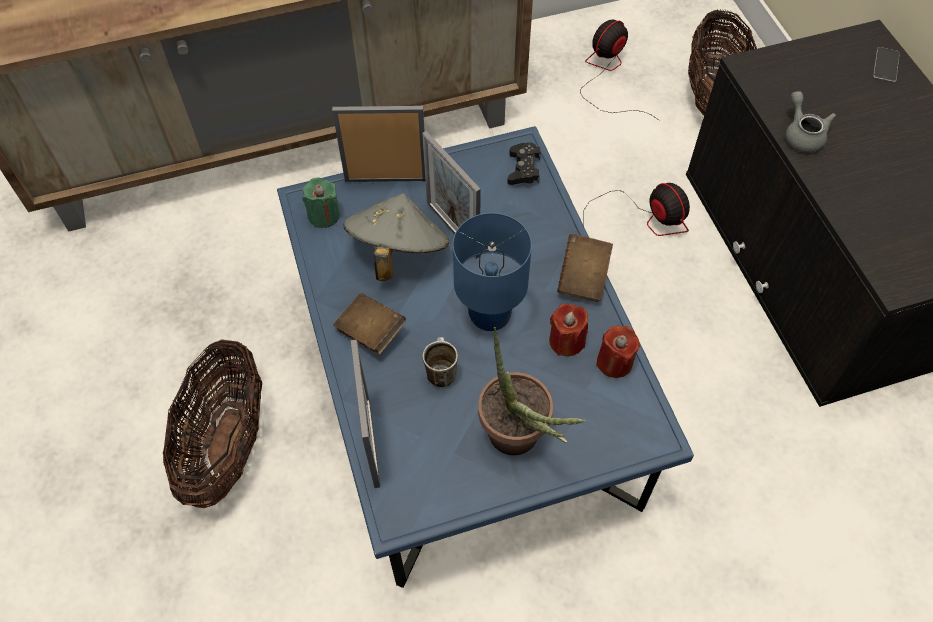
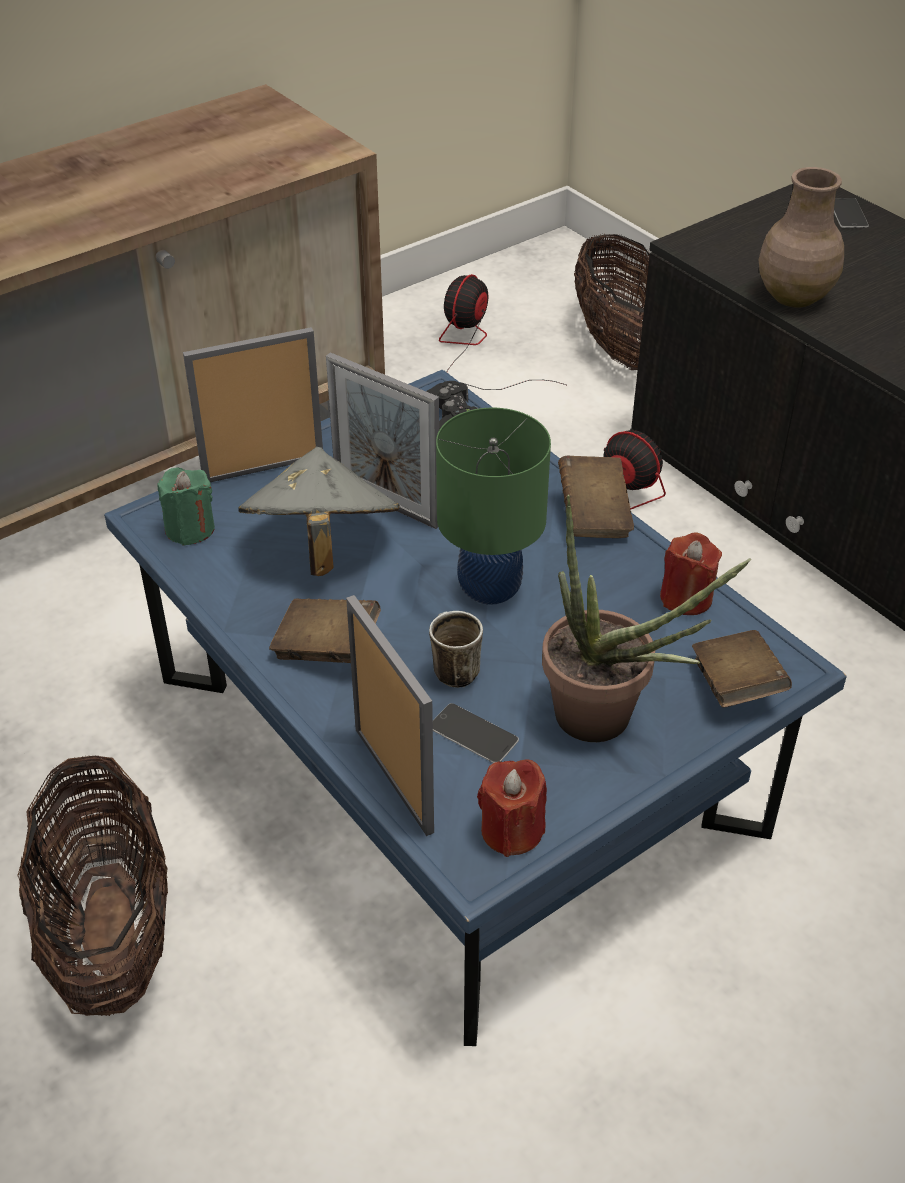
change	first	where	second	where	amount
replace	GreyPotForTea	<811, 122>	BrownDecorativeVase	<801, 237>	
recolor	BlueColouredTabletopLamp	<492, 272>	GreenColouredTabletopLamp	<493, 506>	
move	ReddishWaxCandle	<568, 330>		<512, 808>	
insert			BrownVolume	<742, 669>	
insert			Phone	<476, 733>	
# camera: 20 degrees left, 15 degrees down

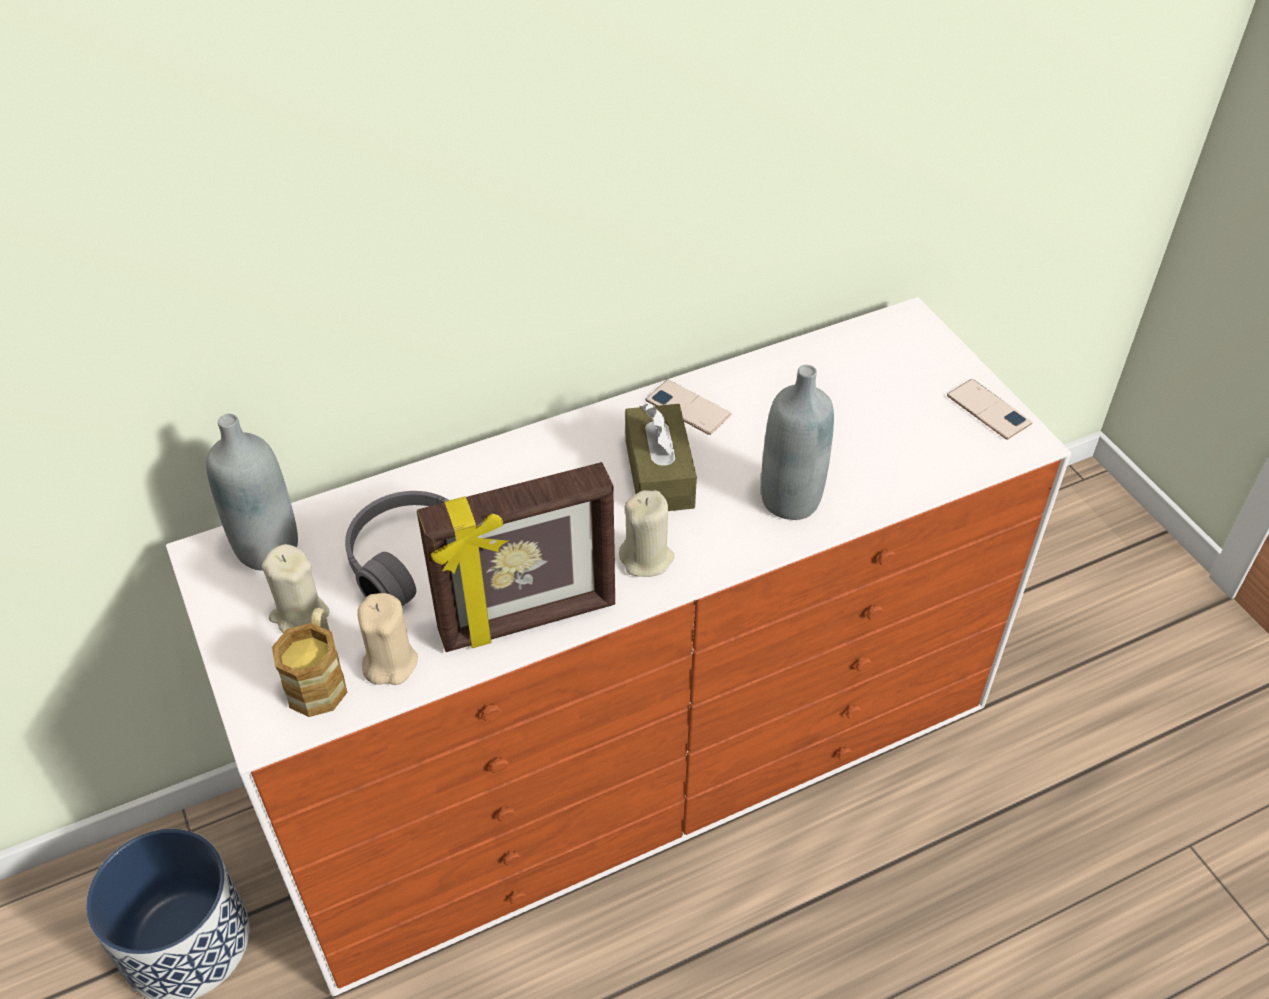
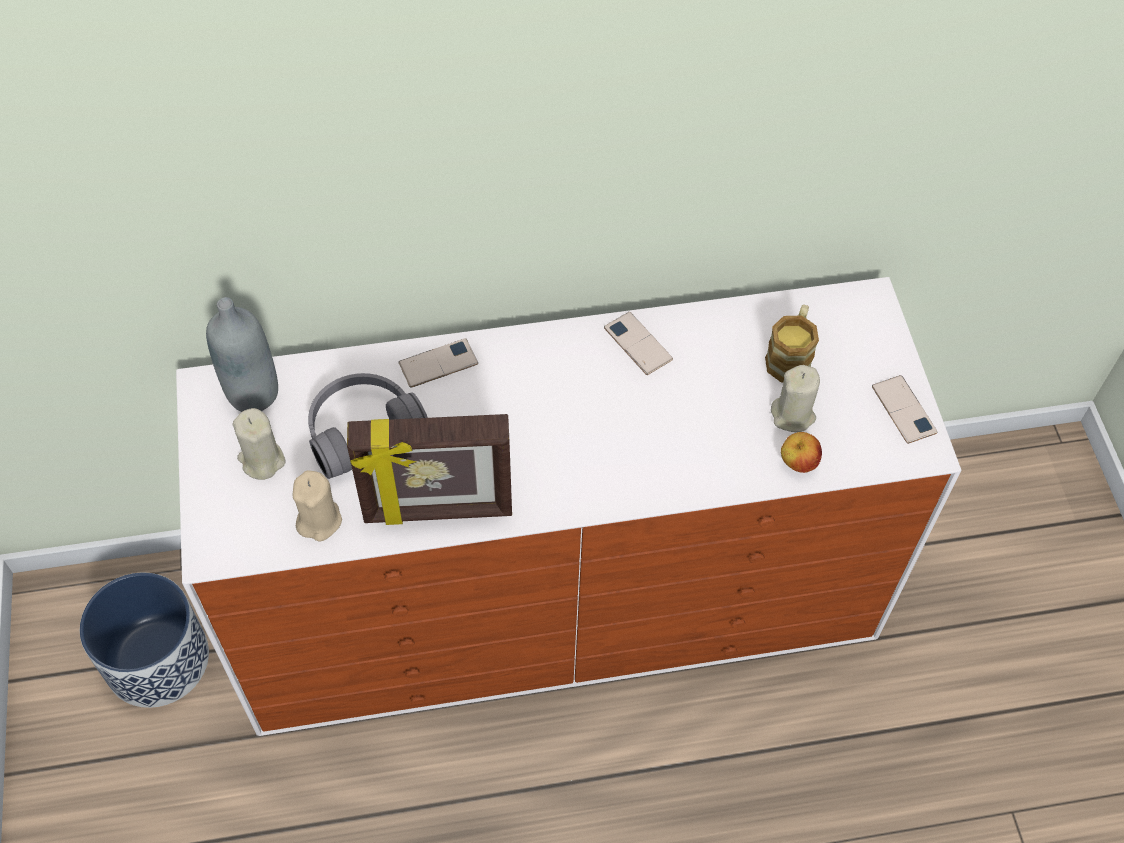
change	first	where	second	where	amount
delete	GreyDrinkBottle	<797, 442>			
delete	BrownTissueHolder	<661, 457>			
move	BeigeColouredWaxCandle	<647, 533>		<795, 398>	
move	CoffeeMug	<309, 662>		<792, 344>	
insert			Phone	<438, 362>	
insert			Apple	<801, 452>	
# camera: 15 degrees right, 10 degrees up

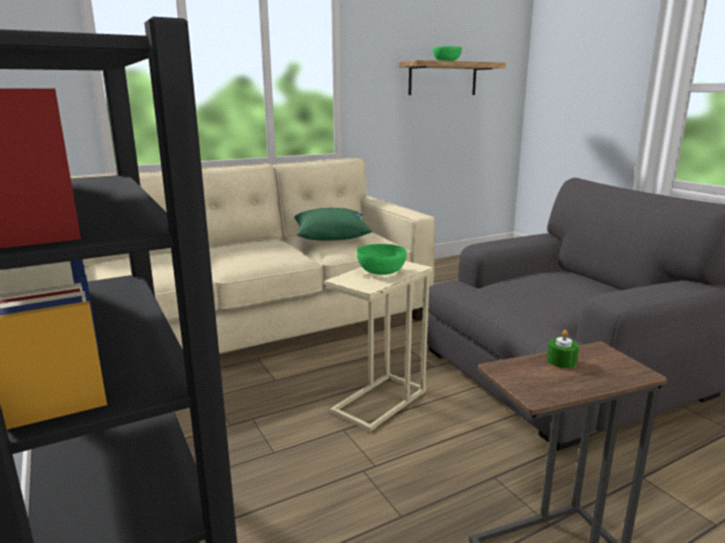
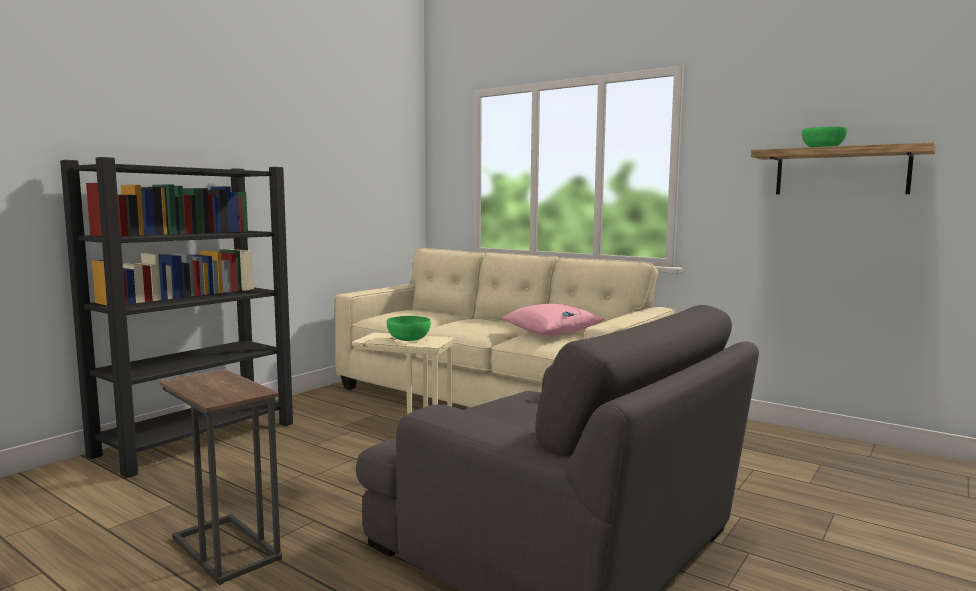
change	first	where	second	where	amount
recolor	GreenColouredThrowPillow	<333, 224>	PinkColouredThrowPillow	<553, 319>	
delete	GreenColouredWaxCandle	<563, 349>			
# camera: 65 degrees right, 10 degrees down

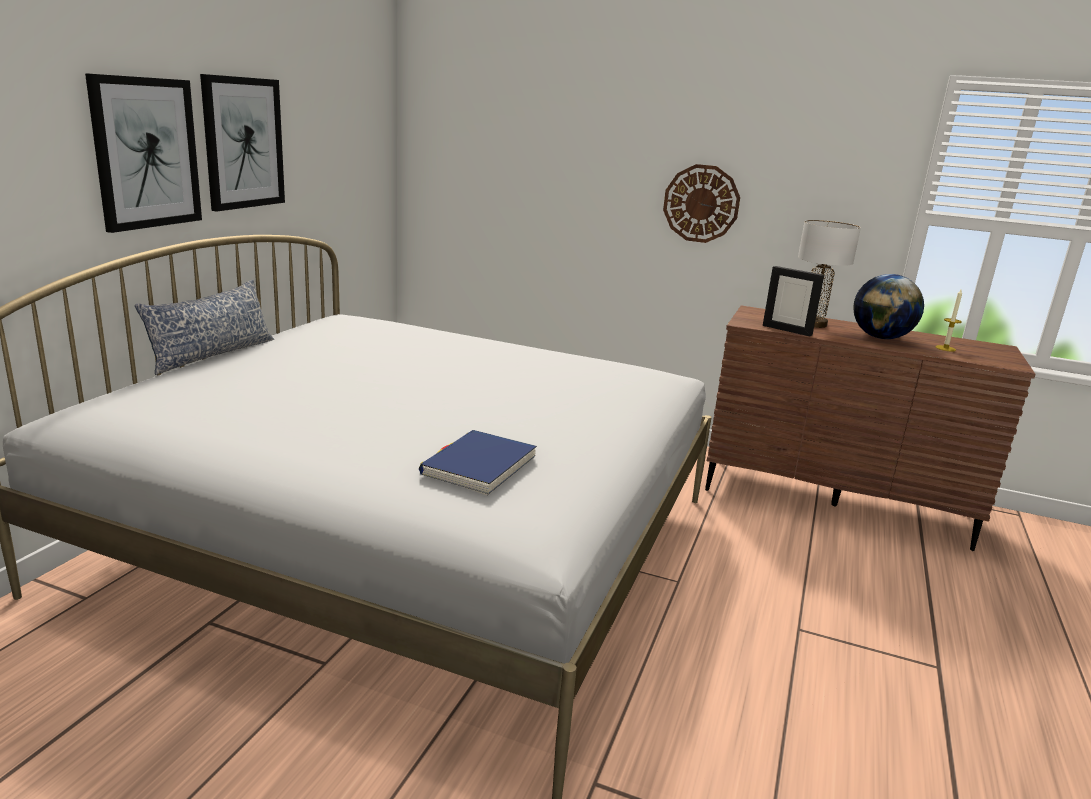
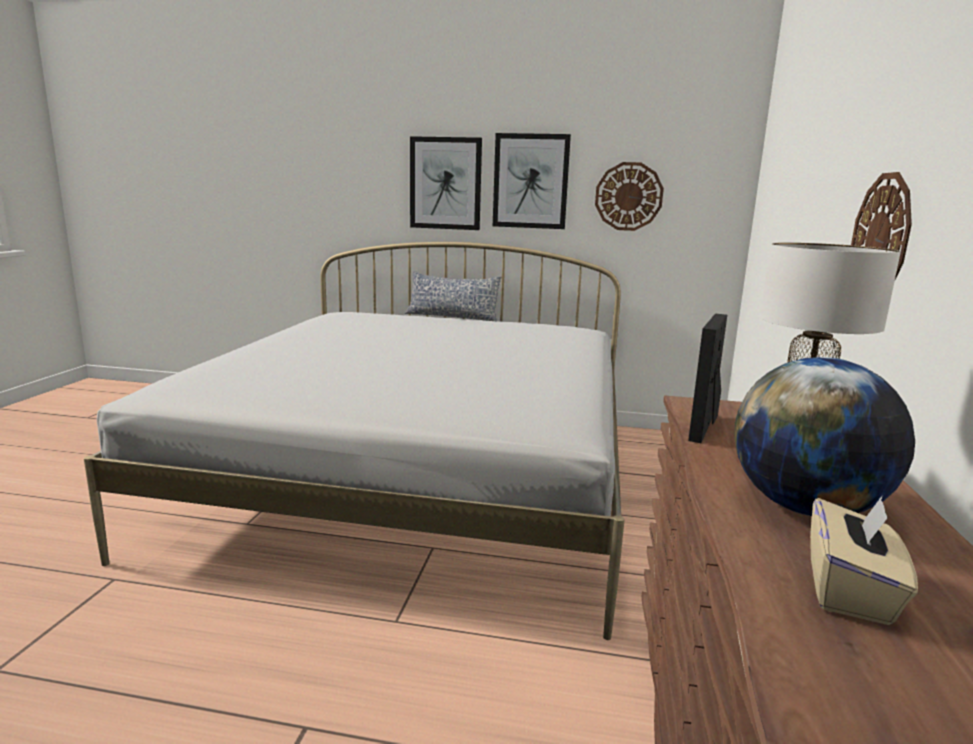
change	first	where	second	where	amount
replace	WaxCandle	<948, 320>	BeigeColouredTissueHolder	<864, 560>	
delete	BlueColouredVolume	<478, 463>			
insert			ClockOnTheWall	<629, 196>	
# camera: 80 degrees right, 5 degrees down

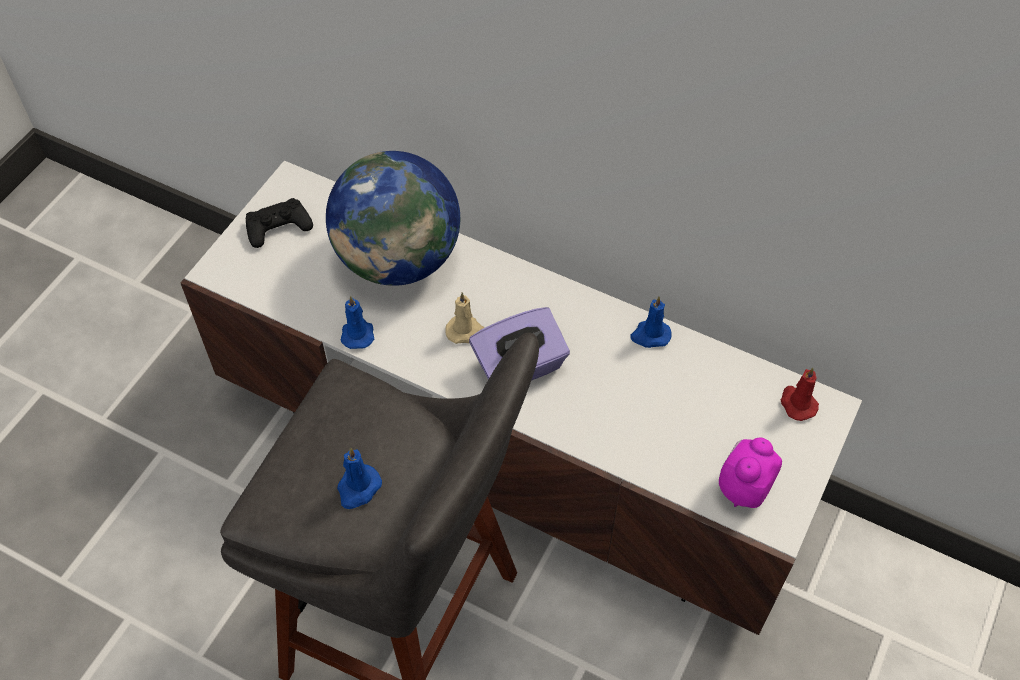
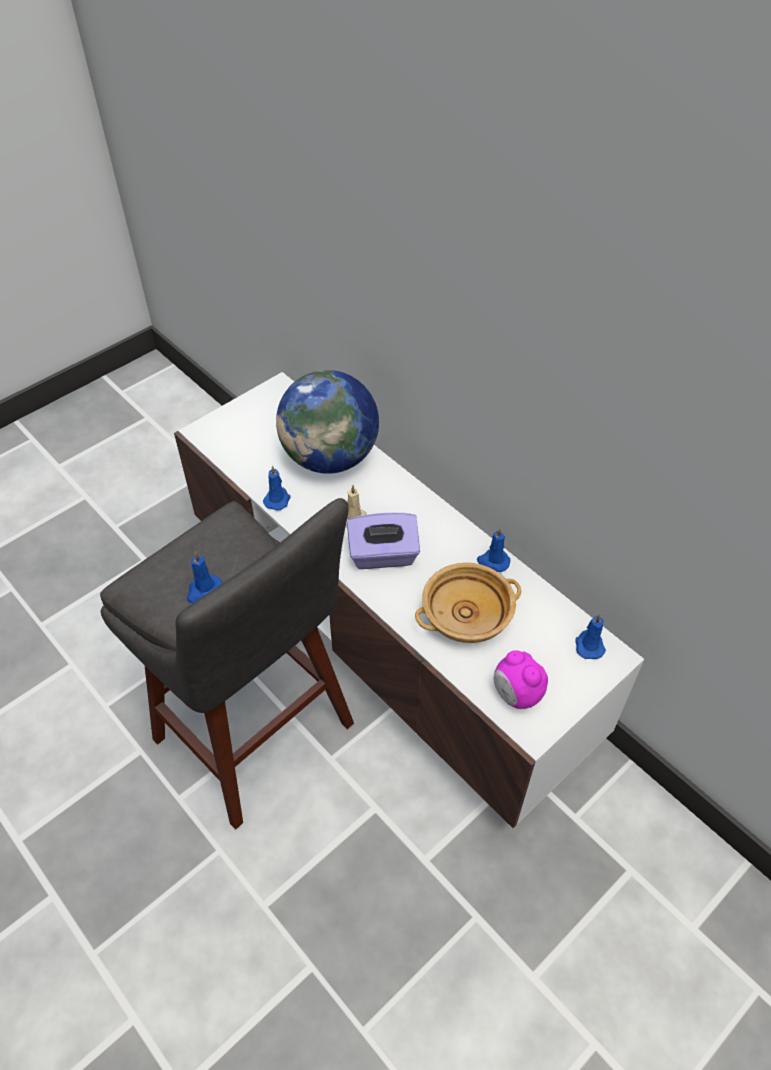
change	first	where	second	where	amount
delete	BlackishJoypad	<279, 223>			
recolor	ReddishWaxCandle	<800, 394>	BlueColouredWaxCandle	<590, 636>	
rotate	BedsideClock	<750, 473>		<521, 679>	90 degrees counterclockwise
insert			BeigeColouredServingBowl	<468, 603>	
# camera: 20 degrees right, 5 degrees down

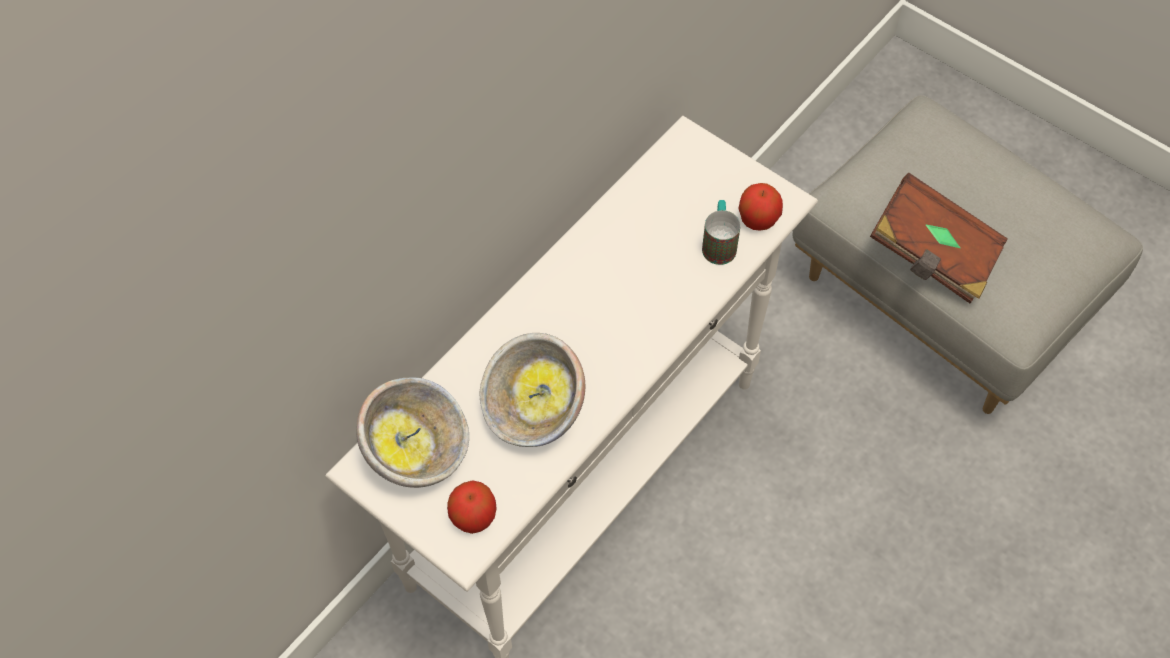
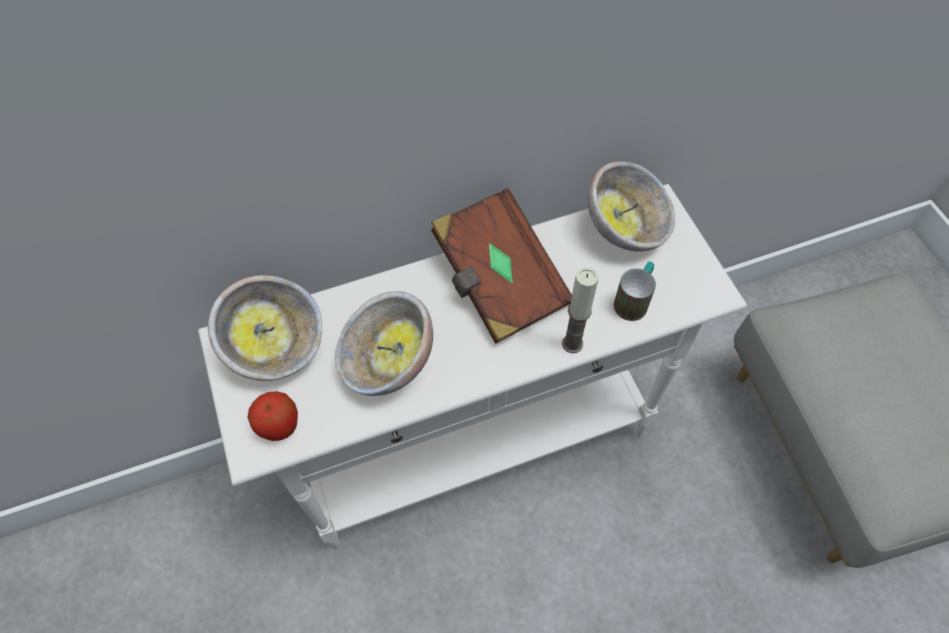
change	first	where	second	where	amount
move	BrownVolume	<939, 238>		<501, 266>	
delete	Apple	<760, 207>			
insert			ServingBowl	<631, 206>	
insert			WaxCandle	<580, 310>	
# camera: 30 degrees right, 0 degrees up

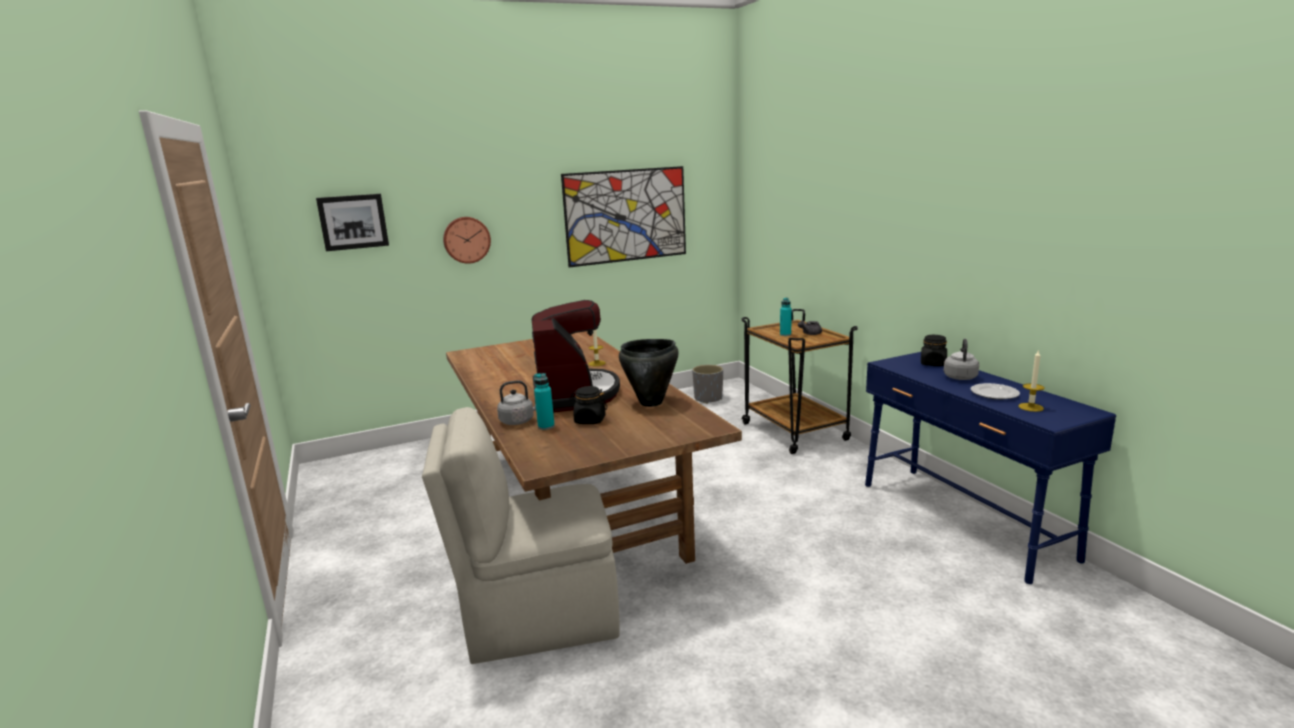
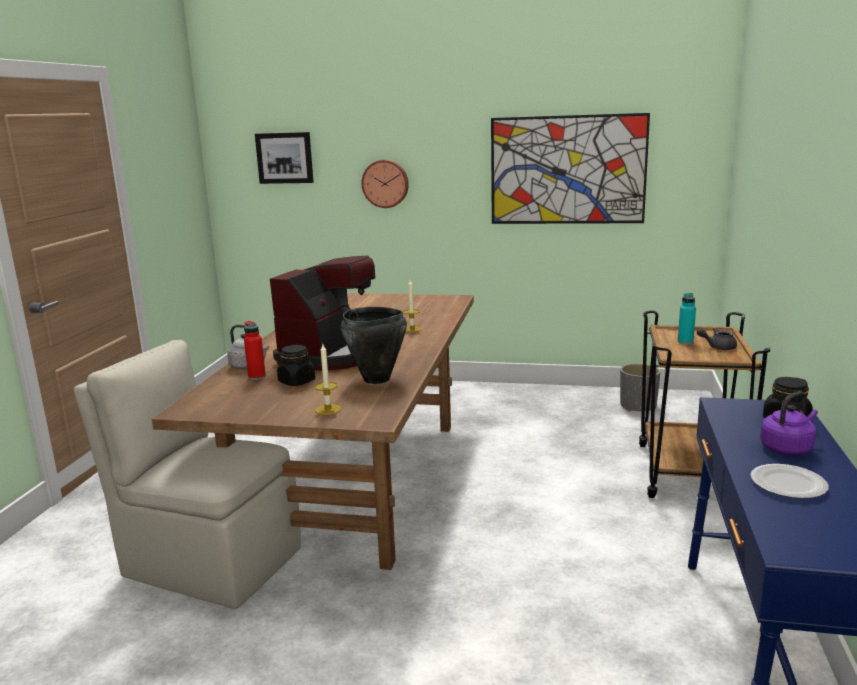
change	first	where	second	where	amount
recolor	GreyTeaKettle	<961, 359>	PurpleTeaKettle	<789, 423>	
move	WaxCandle	<1031, 380>		<328, 379>	
recolor	TurquoiseColouredDrinkBottle	<544, 401>	ReddishDrinkBottle	<255, 350>	
# camera: 35 degrees right, 0 degrees up

